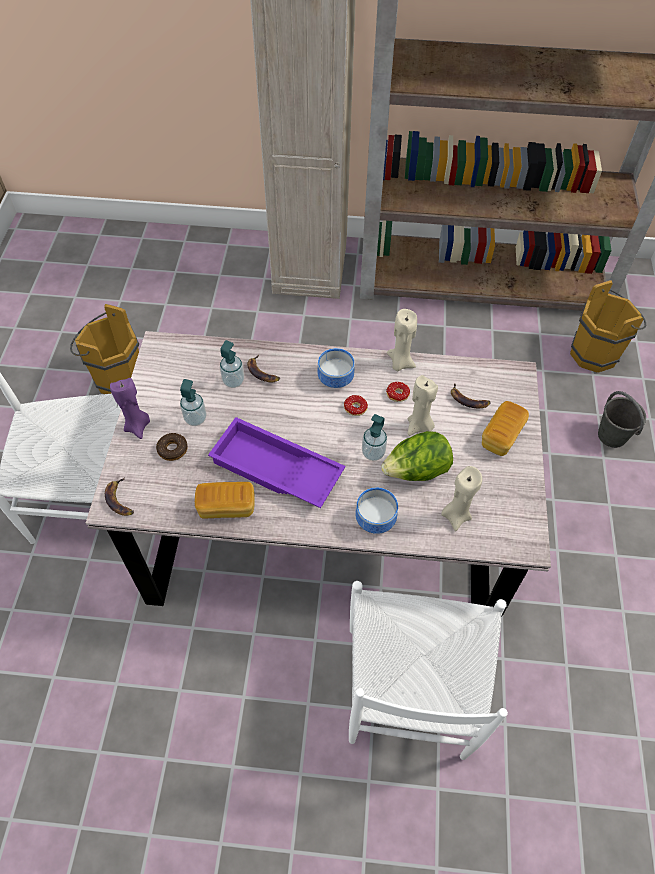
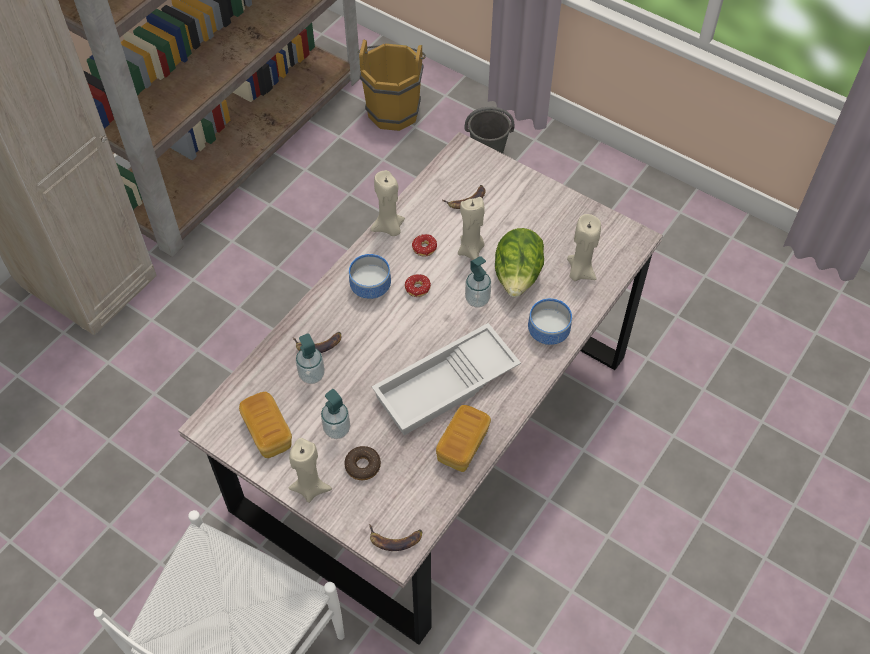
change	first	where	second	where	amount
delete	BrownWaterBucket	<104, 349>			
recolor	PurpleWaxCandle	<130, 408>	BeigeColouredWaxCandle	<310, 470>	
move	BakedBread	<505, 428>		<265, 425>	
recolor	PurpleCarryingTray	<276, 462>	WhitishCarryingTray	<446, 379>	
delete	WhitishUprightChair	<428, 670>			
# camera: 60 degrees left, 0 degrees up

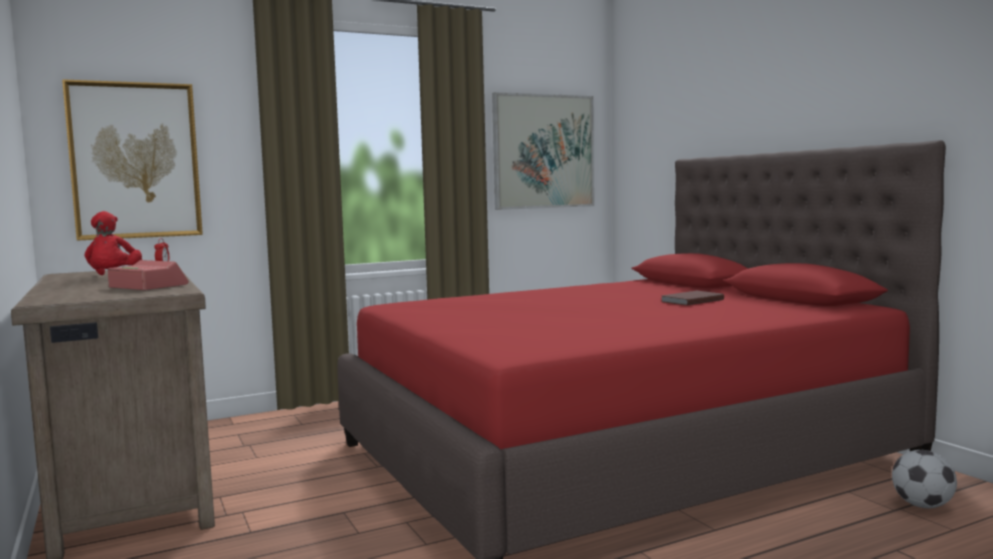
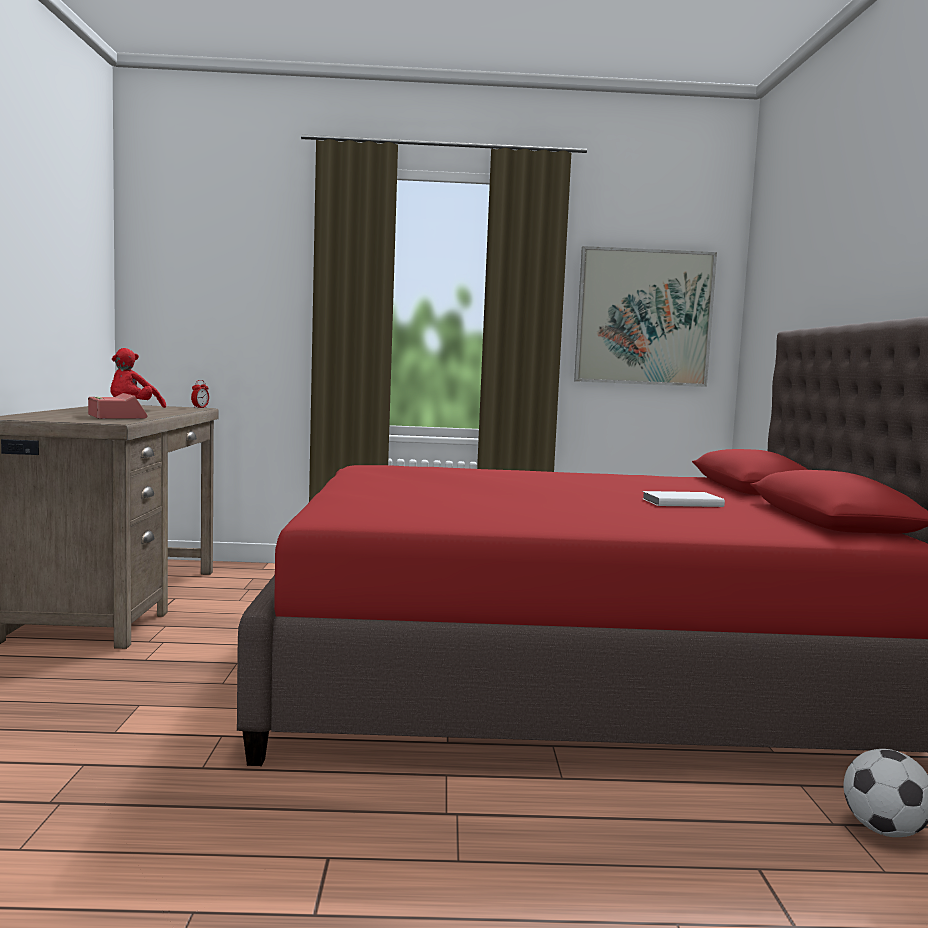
change	first	where	second	where	amount
delete	WallPicture	<132, 160>			
recolor	BrownVolume	<692, 298>	WhitishVolume	<683, 499>	
# camera: 25 degrees right, 0 degrees up

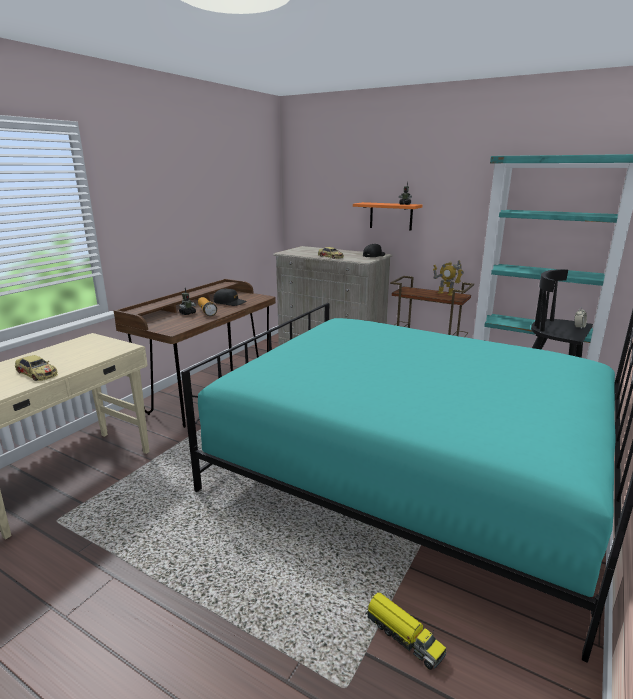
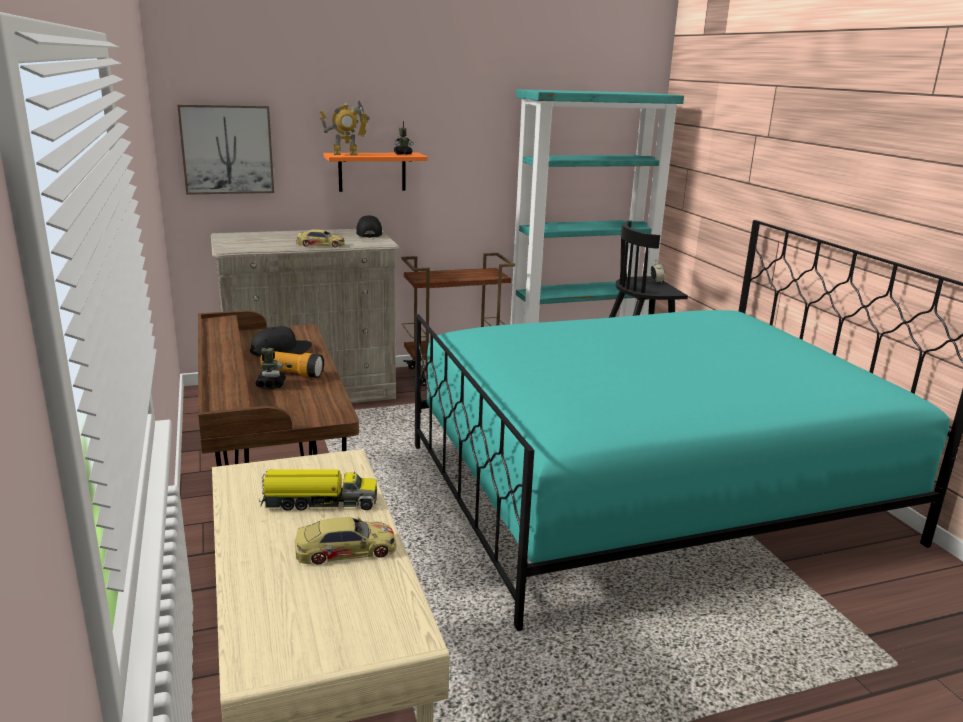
change	first	where	second	where	amount
move	ToyRobot	<448, 278>		<345, 127>	
move	ToyLorry	<405, 631>		<319, 490>	
insert			WallPicture	<225, 149>	
# camera: 50 degrees left, 0 degrees up

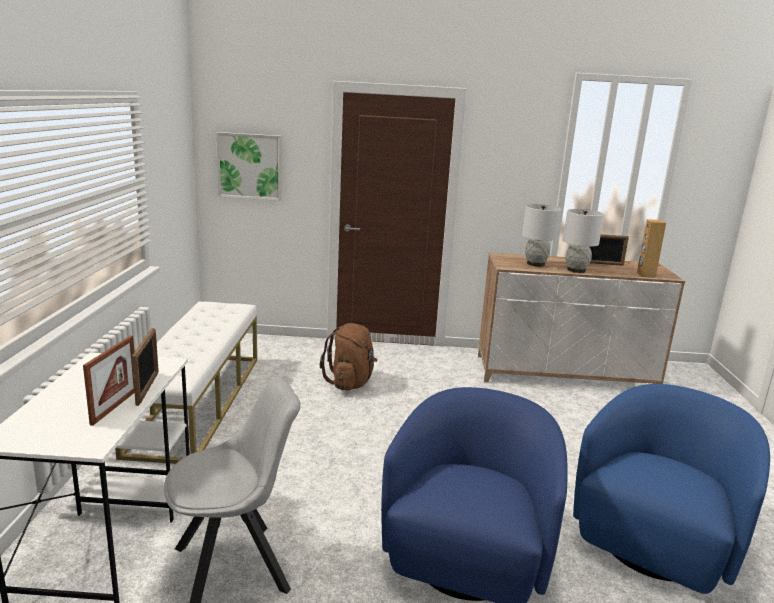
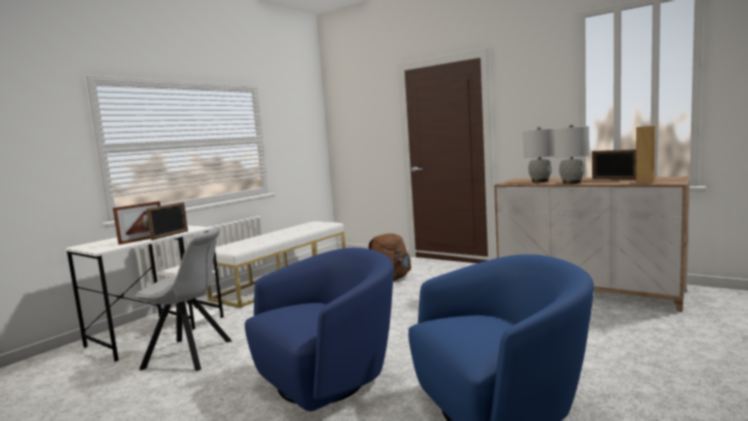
change	first	where	second	where	amount
delete	WallPicture	<248, 166>			
# camera: 35 degrees right, 10 degrees down

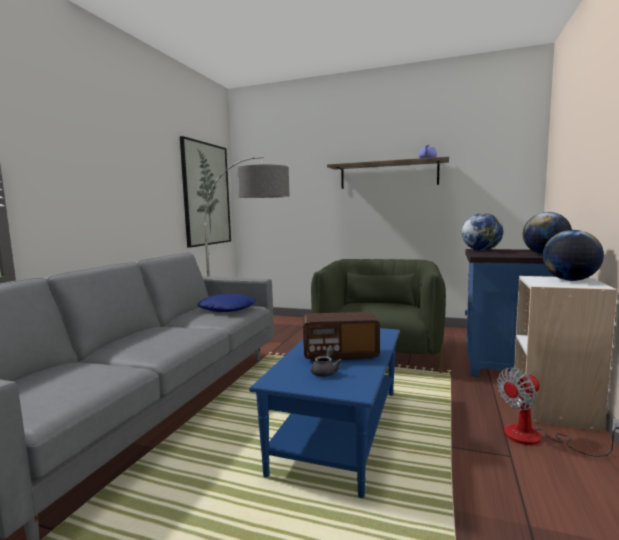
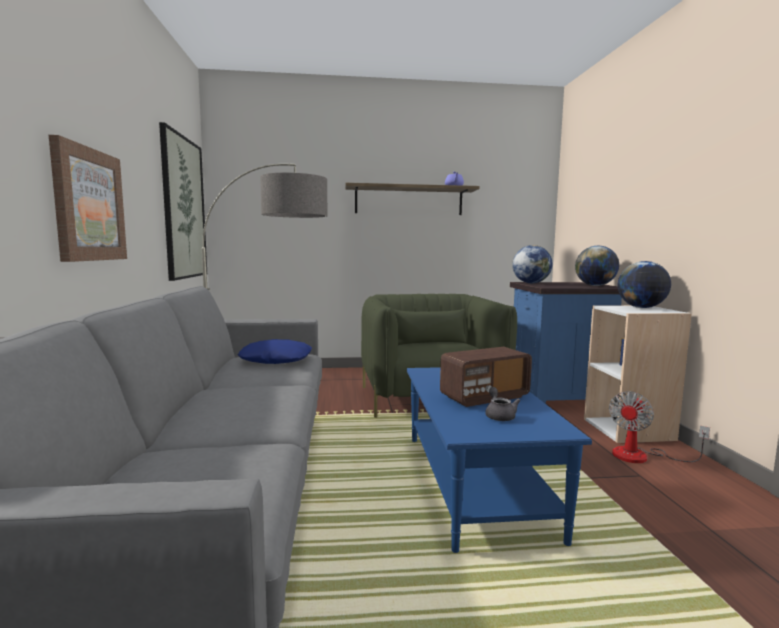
change	first	where	second	where	amount
insert			WallPicture	<88, 198>	
# camera: 25 degrees left, 0 degrees up

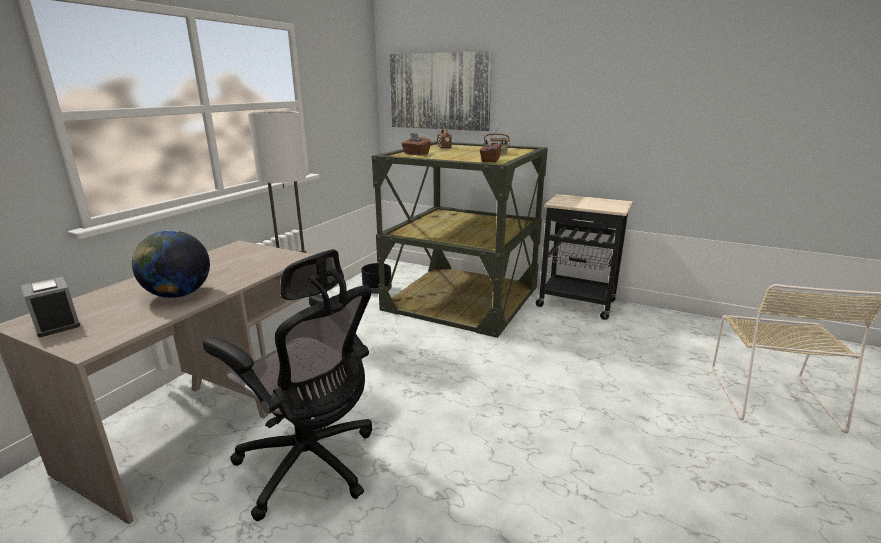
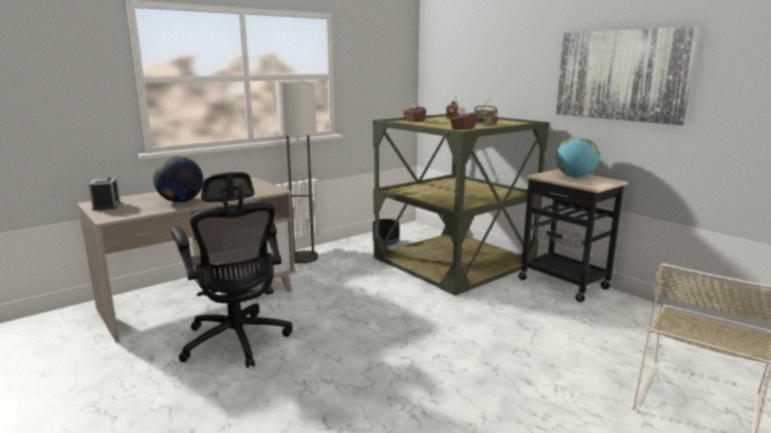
change	first	where	second	where	amount
move	WallPicture	<441, 91>		<627, 75>	
insert			Globe	<577, 157>	
# camera: 25 degrees right, 5 degrees down

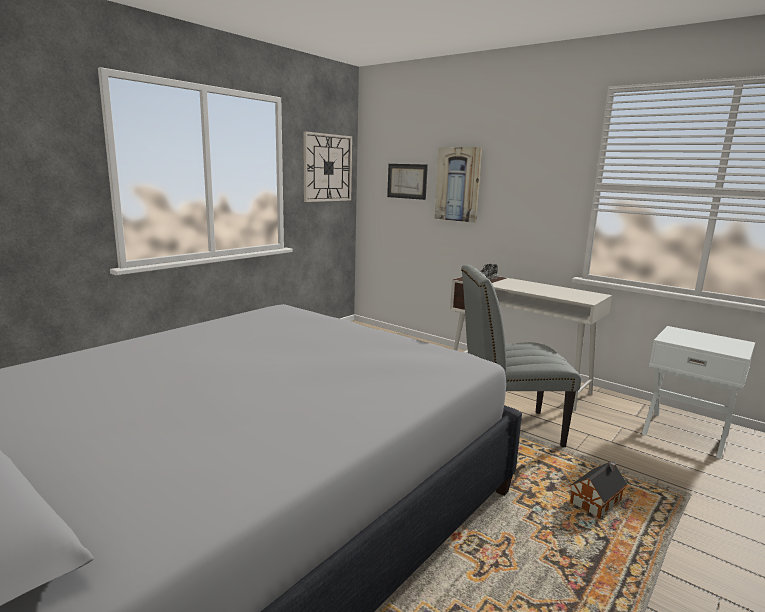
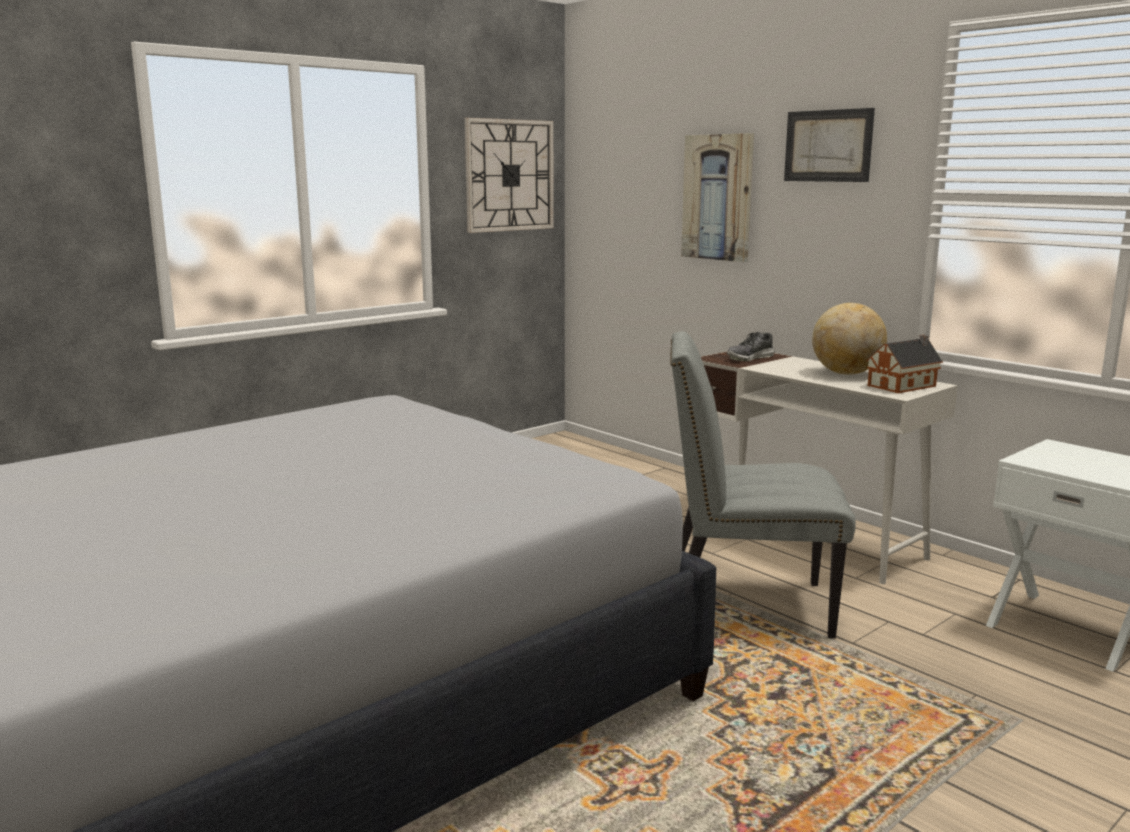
change	first	where	second	where	amount
move	WallPicture	<407, 182>		<829, 145>	
move	ModelHouse	<598, 490>		<904, 364>	
insert			Globe	<849, 339>	
# camera: 10 degrees right, 0 degrees up

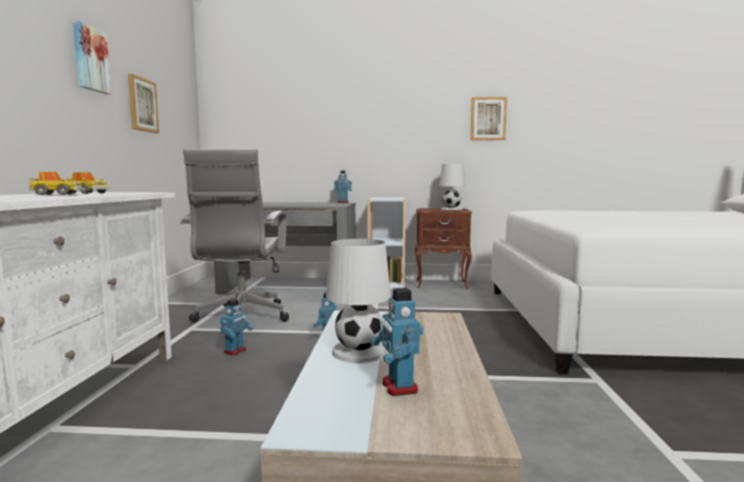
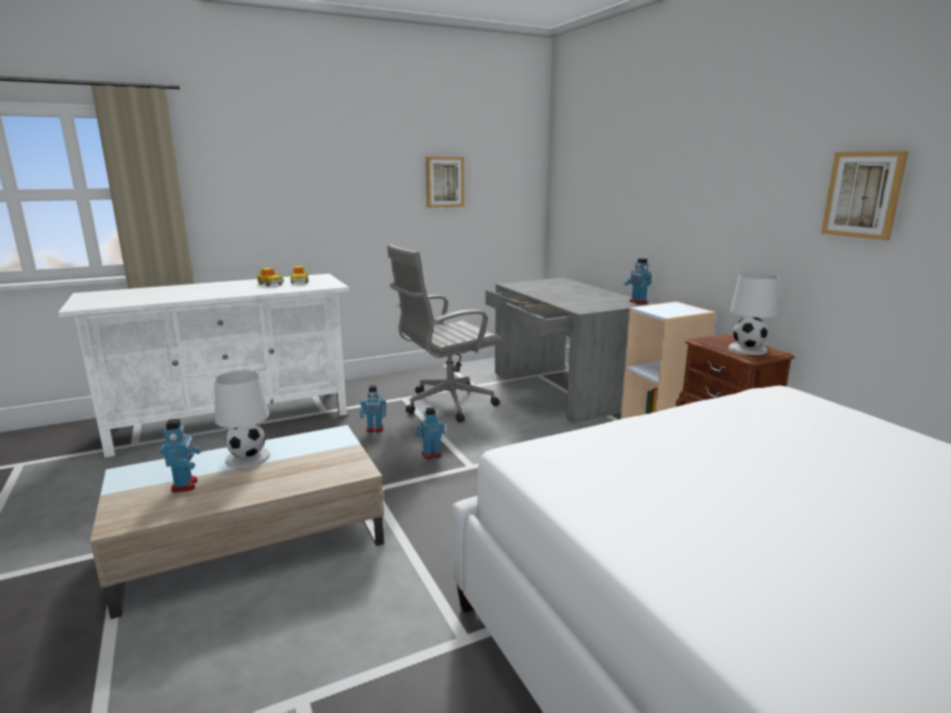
change	first	where	second	where	amount
delete	WallPicture	<92, 57>			
rotate	ToyRobot	<397, 342>		<180, 456>	120 degrees clockwise
# camera: 60 degrees right, 10 degrees up

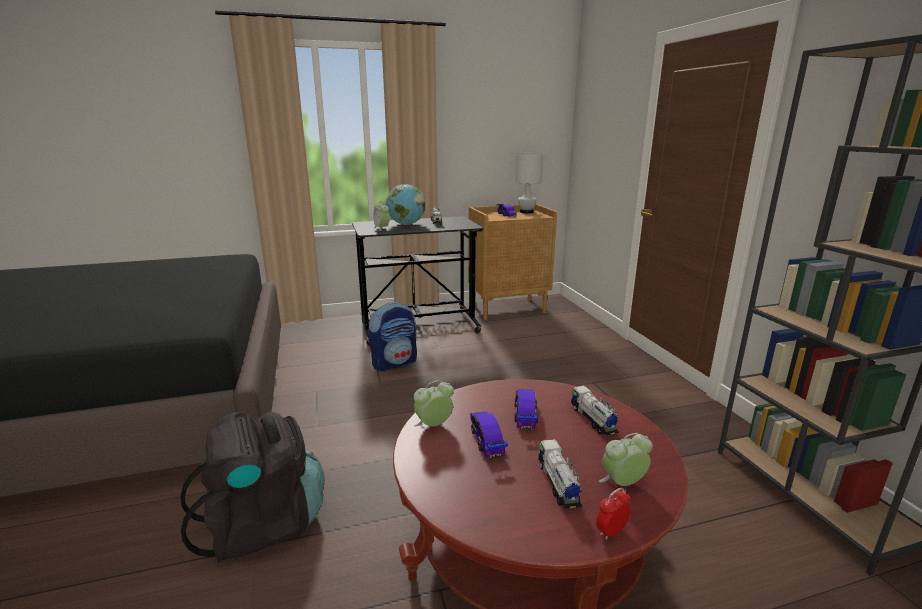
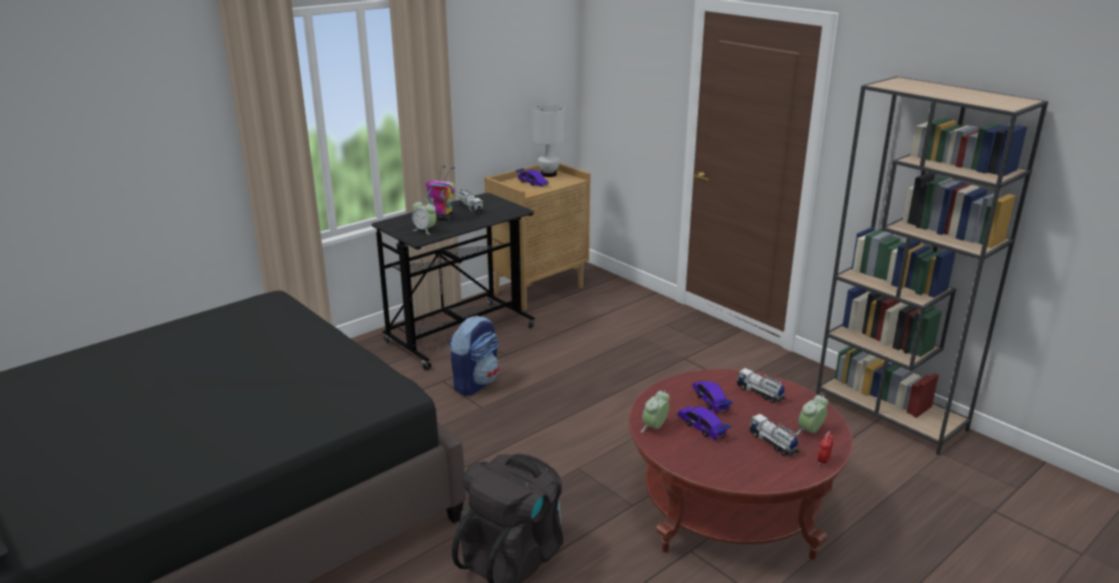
change	first	where	second	where	amount
replace	Globe	<406, 204>	ToyRobot	<440, 193>	
# camera: 25 degrees left, 5 degrees up

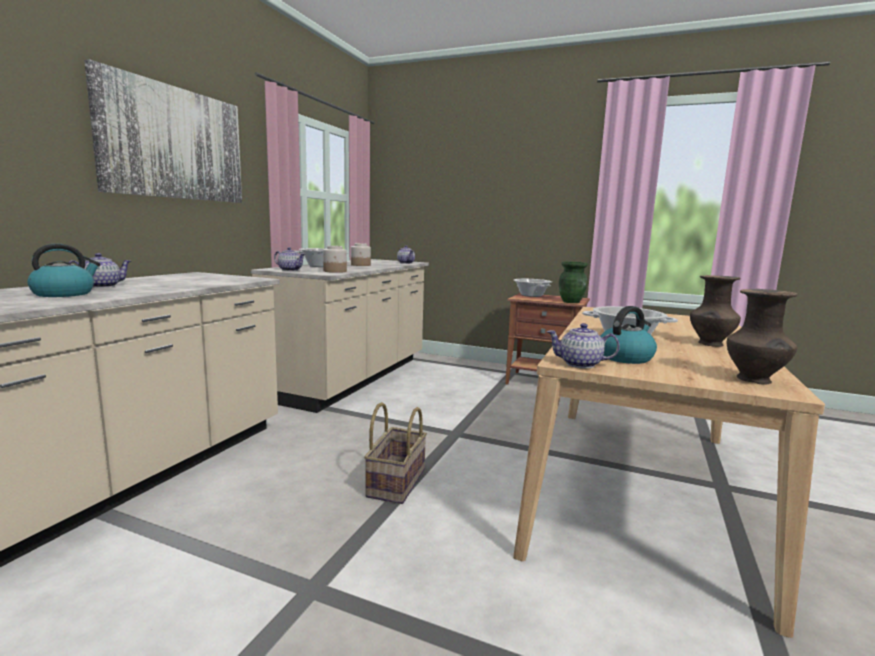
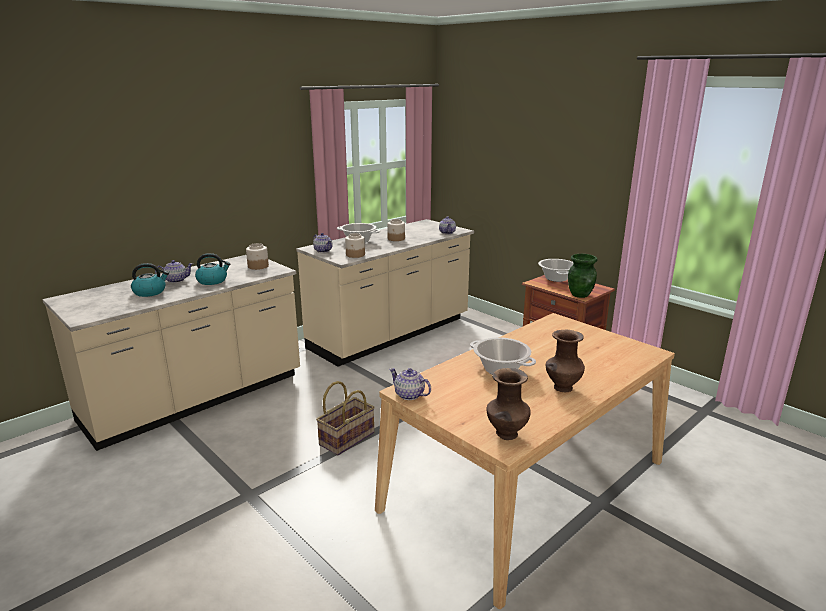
change	first	where	second	where	amount
delete	WallPicture	<163, 131>			
move	TeaKettle	<628, 335>		<212, 269>	
insert			StorageJar	<257, 256>	
# camera: 25 degrees right, 10 degrees up

